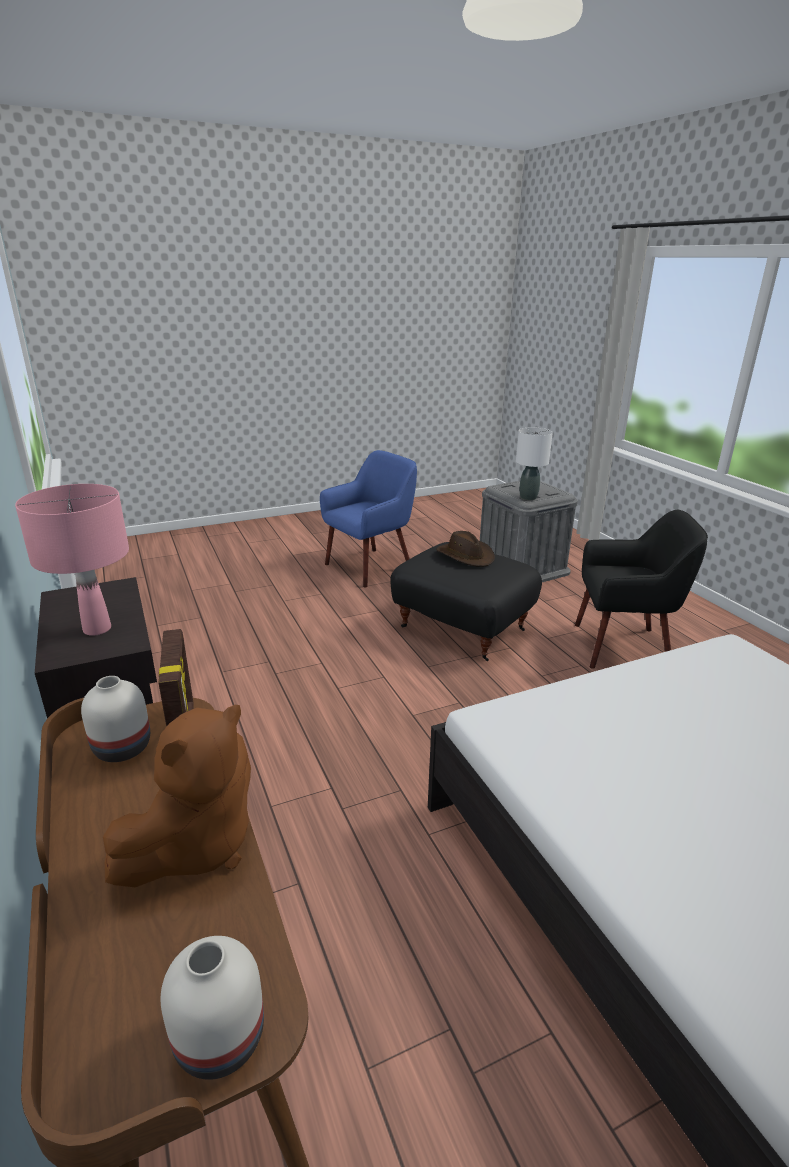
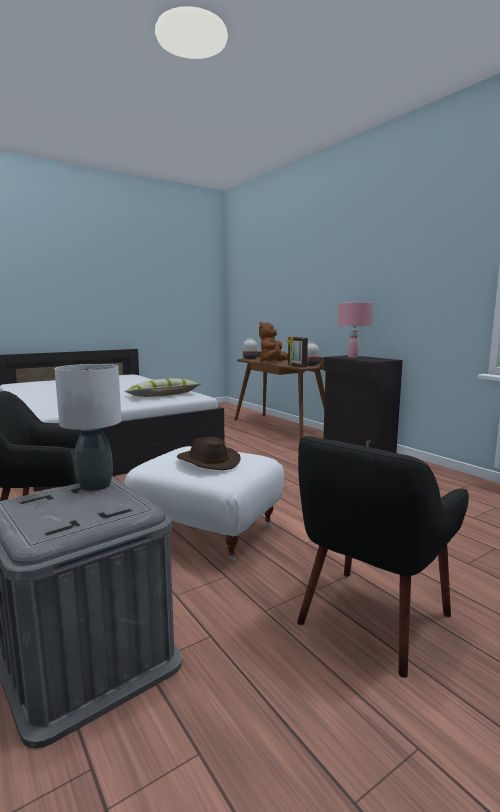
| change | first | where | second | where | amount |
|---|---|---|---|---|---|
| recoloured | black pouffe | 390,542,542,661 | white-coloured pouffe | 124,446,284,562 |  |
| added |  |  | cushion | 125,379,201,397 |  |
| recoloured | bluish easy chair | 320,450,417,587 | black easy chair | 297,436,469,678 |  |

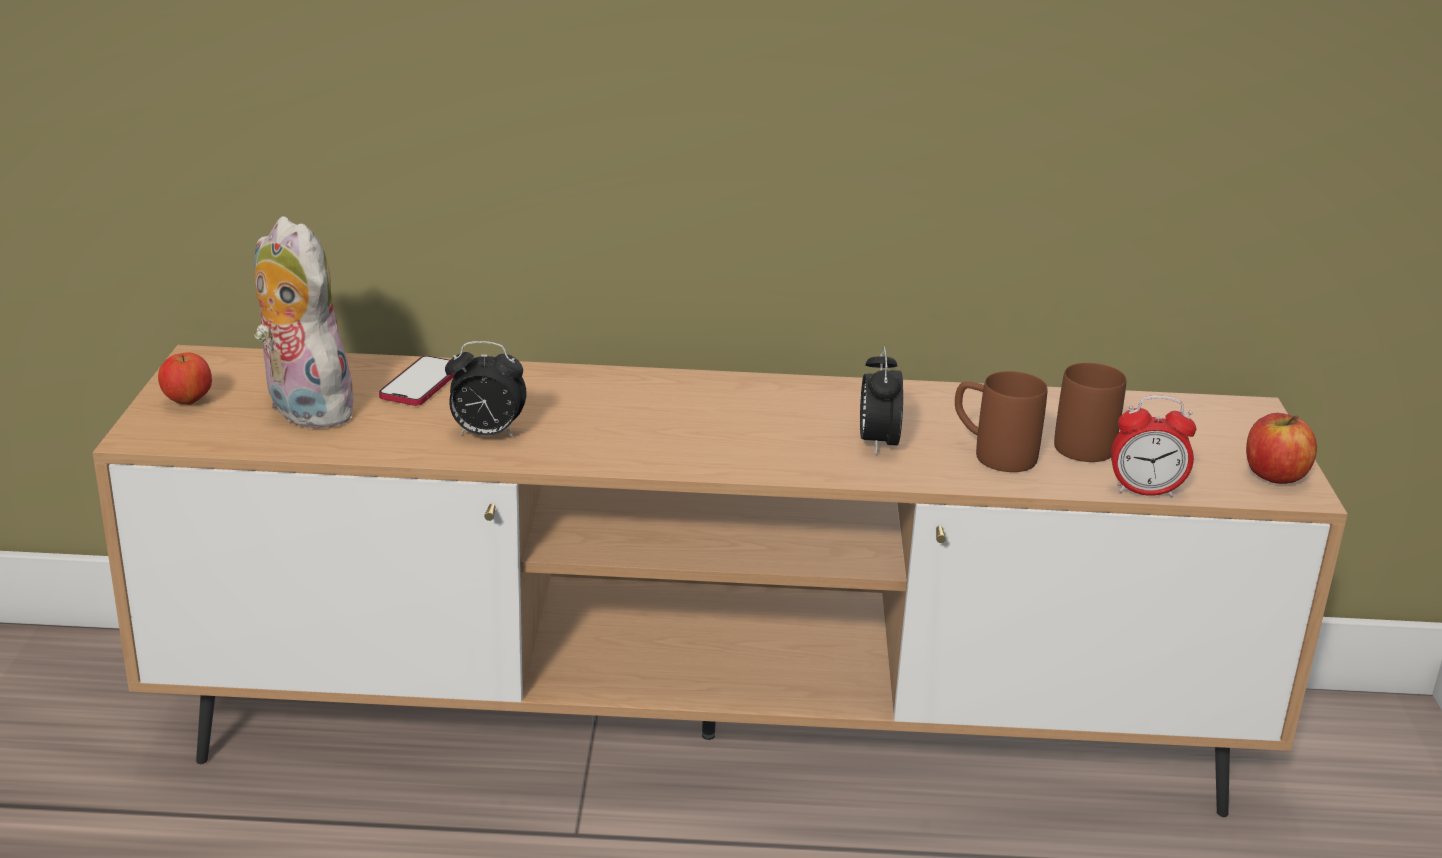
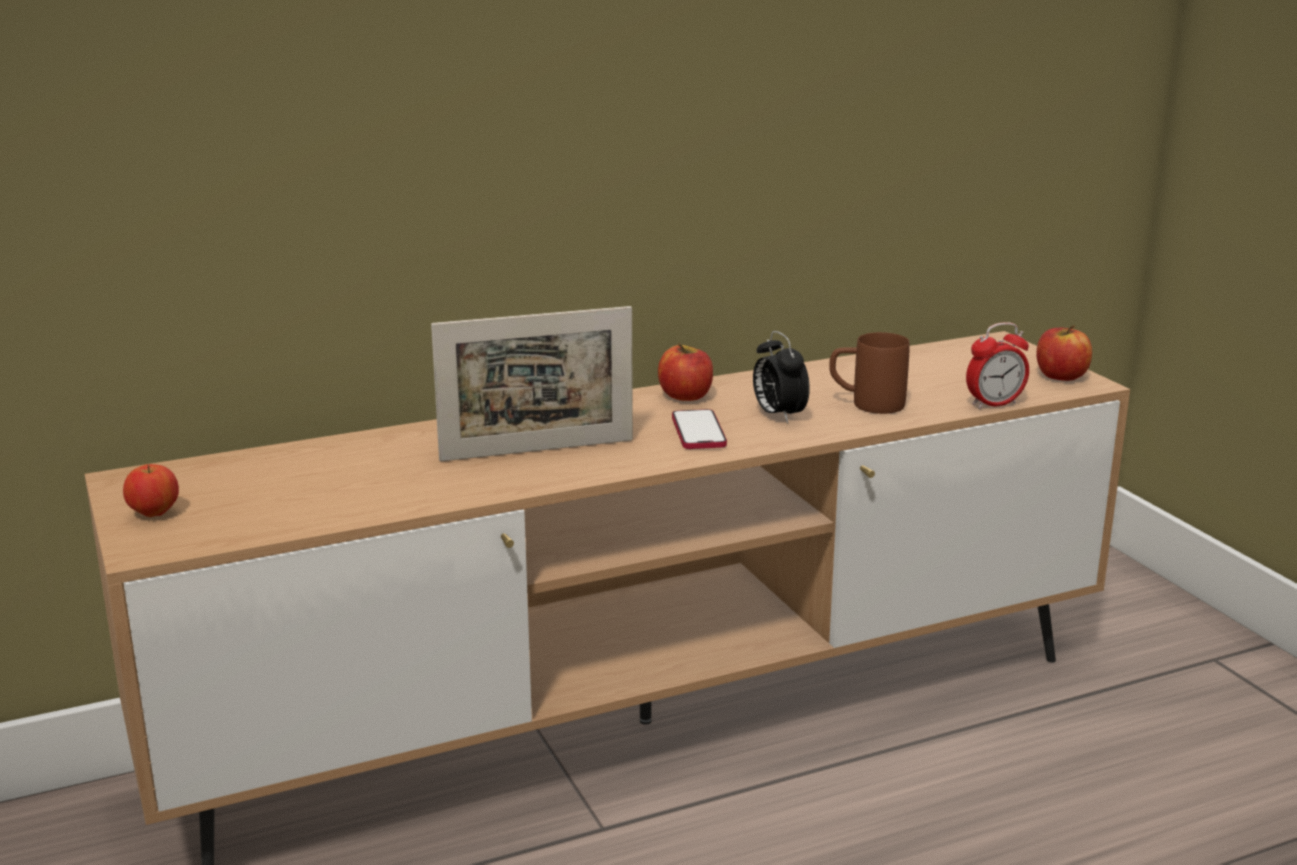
| change | first | where | second | where | amount |
|---|---|---|---|---|---|
| added |  |  | picture frame | 431,306,633,461 |  |
| added |  |  | apple fruit | 658,343,713,401 |  |
| moved | handset | 379,356,455,406 |  | 672,409,727,449 |  |
| removed | plush toy | 254,216,361,429 |  |  |  |
| removed | alarm clock | 445,341,527,437 |  |  |  |
| removed | brown coffee mug | 1054,363,1126,462 |  |  |  |

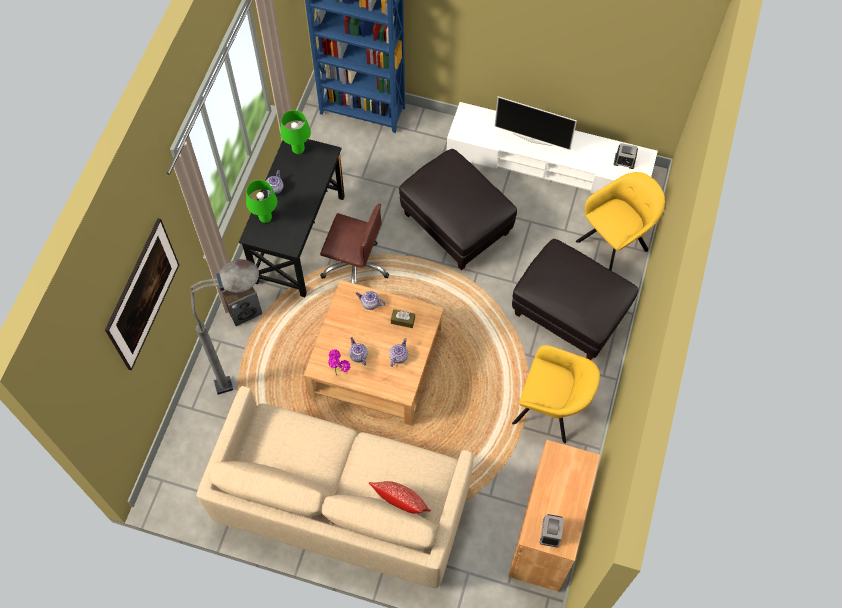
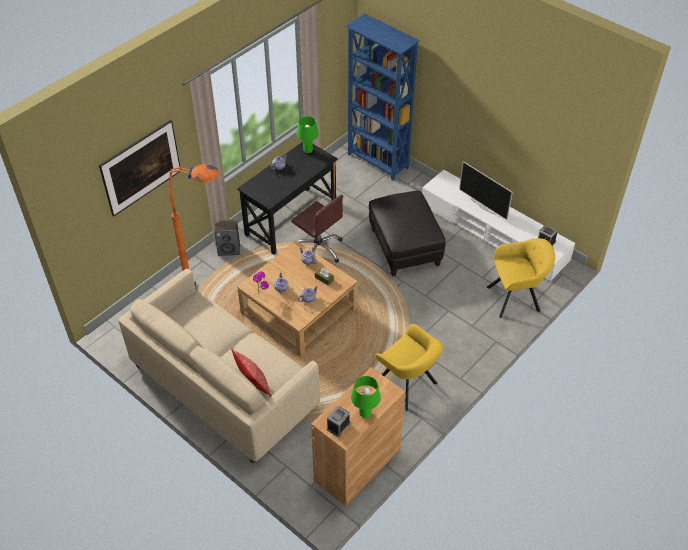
| change | first | where | second | where | amount |
|---|---|---|---|---|---|
| recoloured | grey standard lamp | 191,259,259,395 | orange standard lamp | 170,164,219,285 |  |
| moved | greenish tabletop lamp | 246,180,278,223 |  | 351,376,381,418 |  |
| removed | black pouffe | 512,239,638,360 |  |  |  |

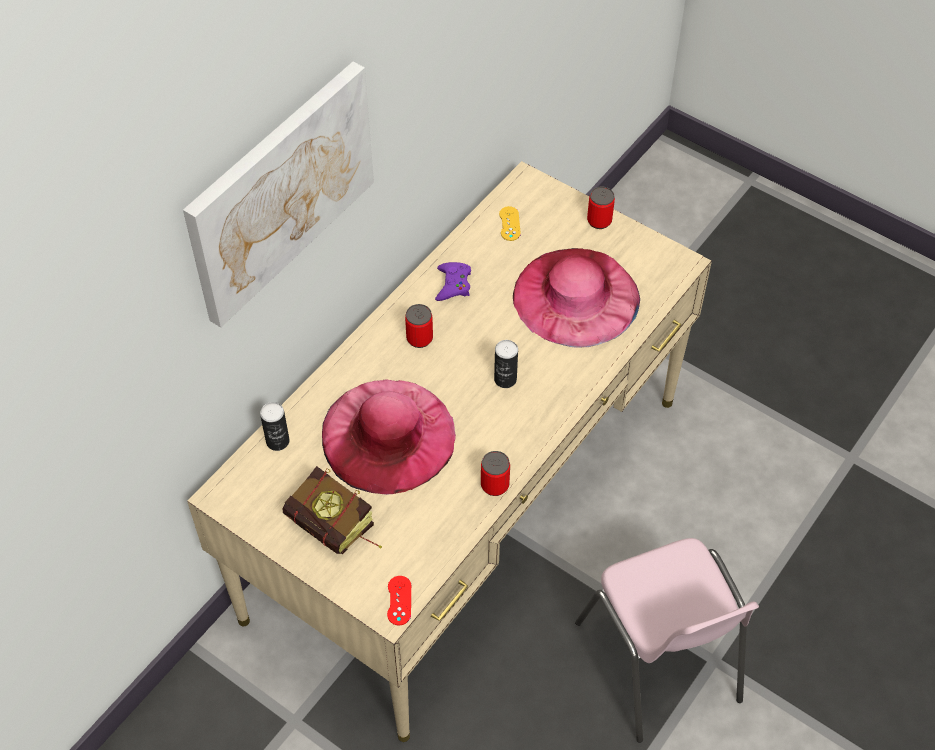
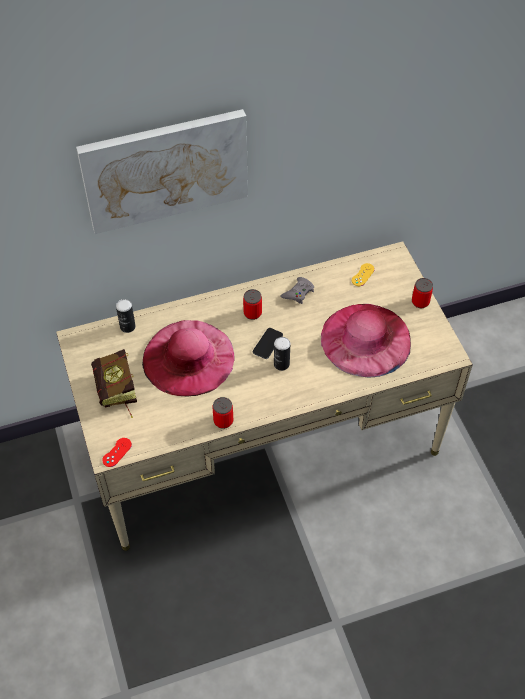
| change | first | where | second | where | amount |
|---|---|---|---|---|---|
| added |  |  | handset | 253,328,283,359 |  |
| recoloured | purplish game controller | 435,262,471,301 | grey game controller | 280,277,314,304 |  |
| removed | pink-coloured upright chair | 575,538,759,743 |  |  |  |

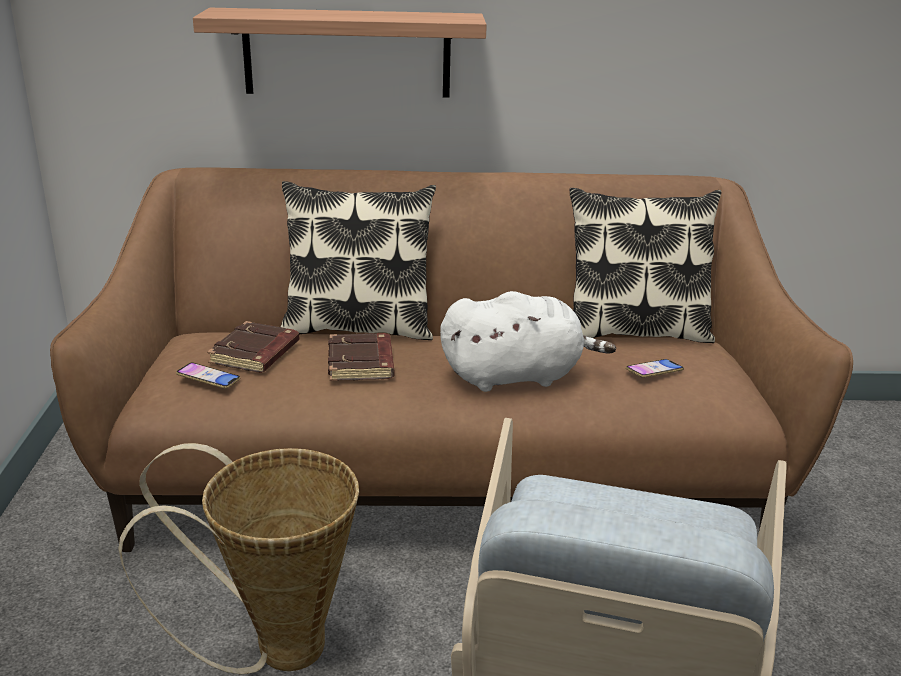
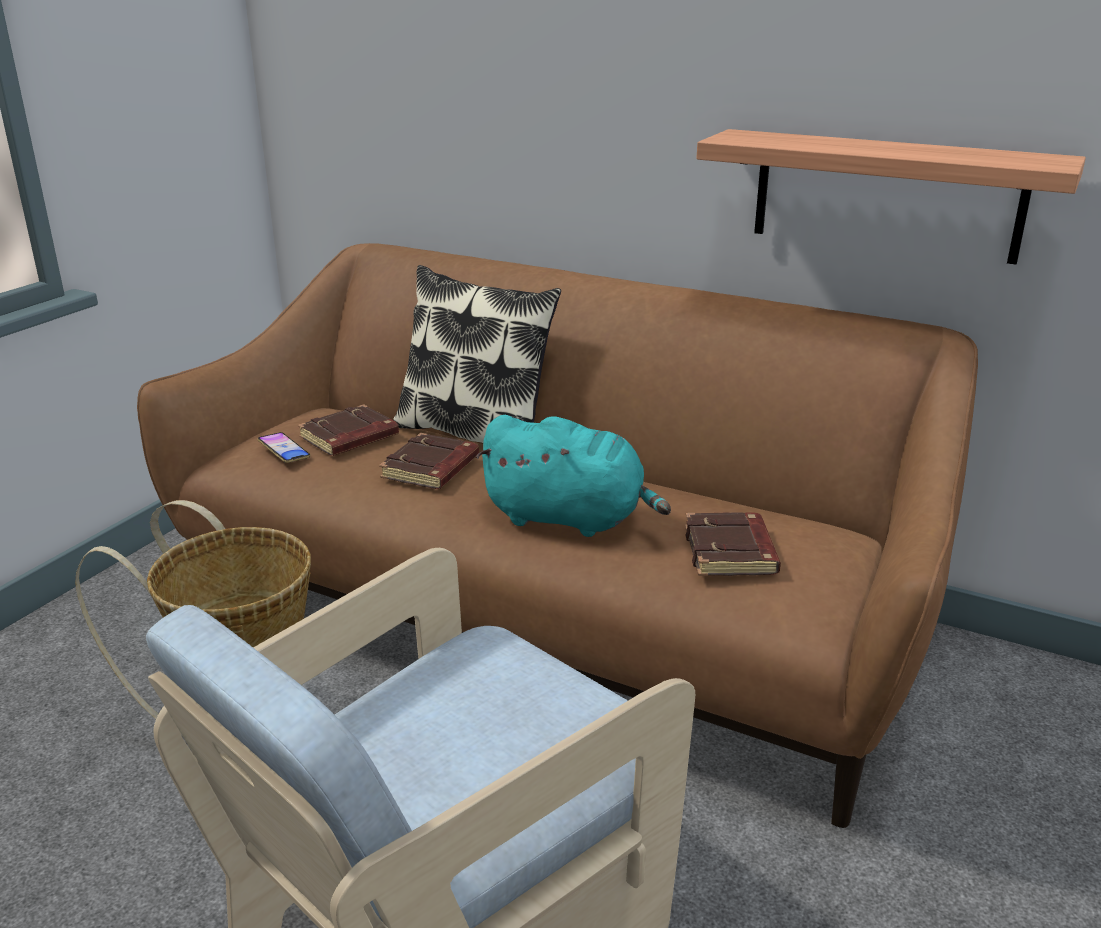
| change | first | where | second | where | amount |
|---|---|---|---|---|---|
| recoloured | white-coloured plush toy | 440,291,616,392 | turquoise plush toy | 476,415,671,537 |  |
| replaced | handset | 626,359,684,378 | brown bound book | 685,512,781,576 |  |
| moved | shelf | 193,8,487,98 |  | 697,129,1086,265 |  |
| removed | cushion | 569,188,721,343 |  |  |  |

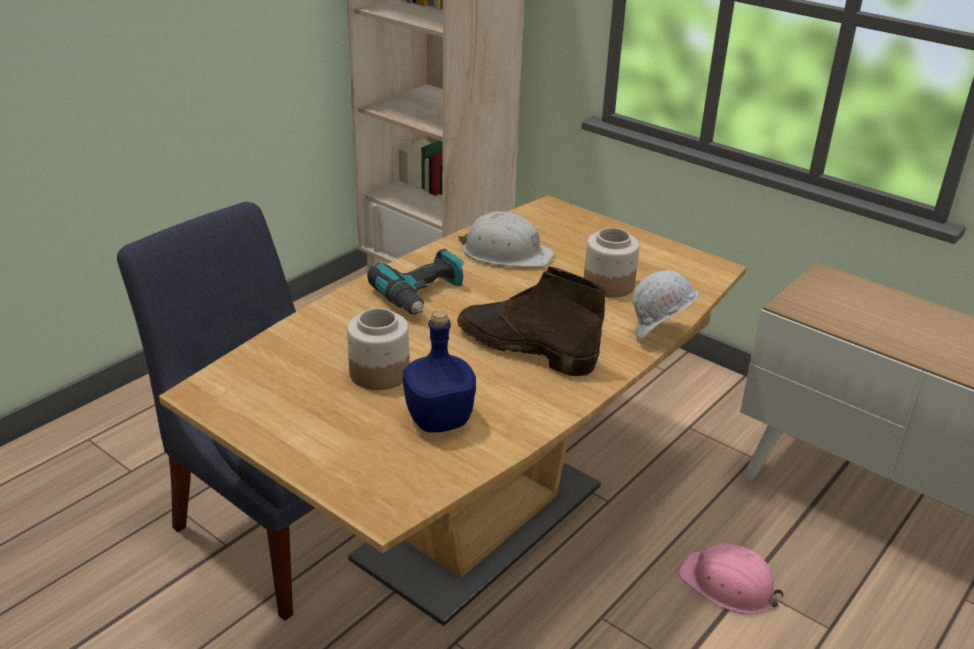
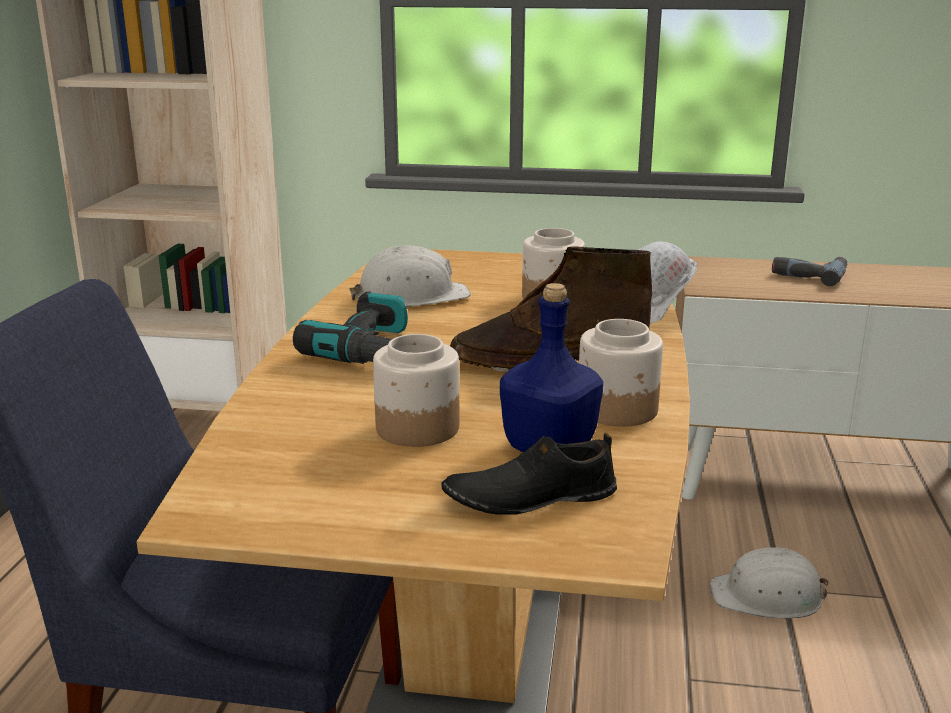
| change | first | where | second | where | amount |
|---|---|---|---|---|---|
| added |  |  | black item of footwear | 441,433,617,515 |  |
| added |  |  | preserve jar | 579,319,663,427 |  |
| recoloured | pink-coloured work helmet | 679,543,784,614 | white-coloured work helmet | 710,547,829,619 |  |
| added |  |  | drill | 772,257,847,286 |  |

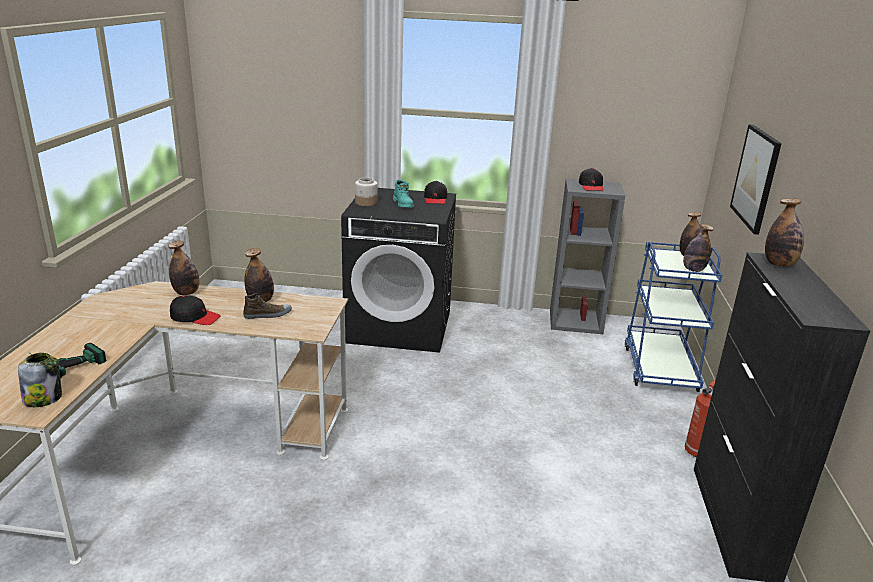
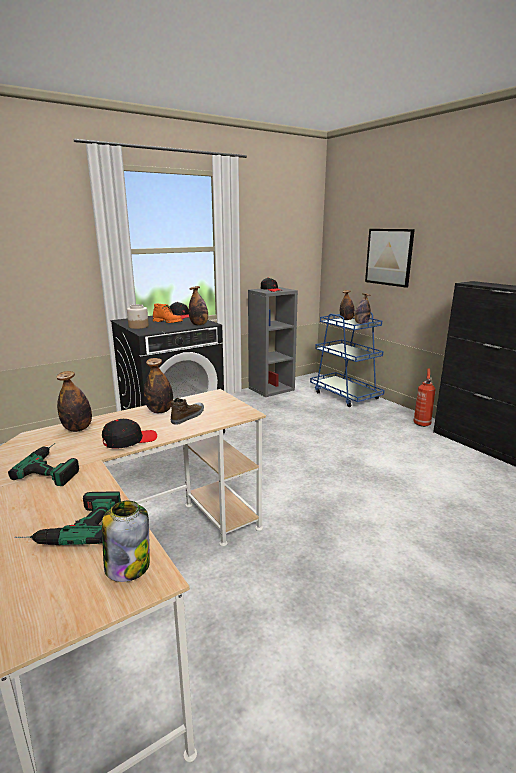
| change | first | where | second | where | amount |
|---|---|---|---|---|---|
| added |  |  | drill | 8,443,79,486 |  |
| recoloured | turquoise boot | 393,180,414,208 | orange boot | 153,304,183,323 |  |
| moved | beverage bottle | 765,198,804,267 |  | 189,286,208,325 |  |

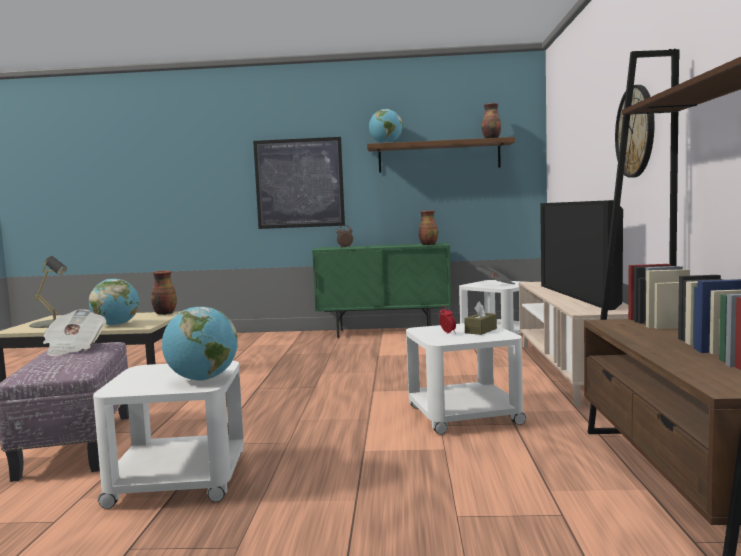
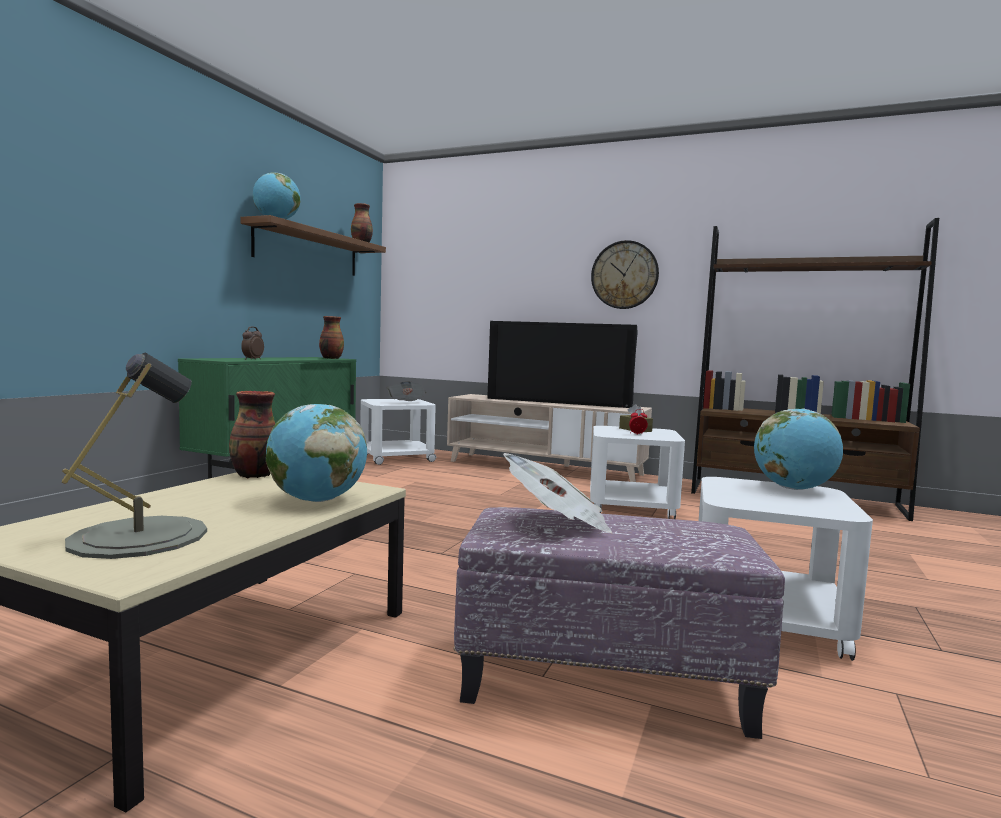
| change | first | where | second | where | amount |
|---|---|---|---|---|---|
| removed | wall art | 253,137,345,229 |  |  |  |

